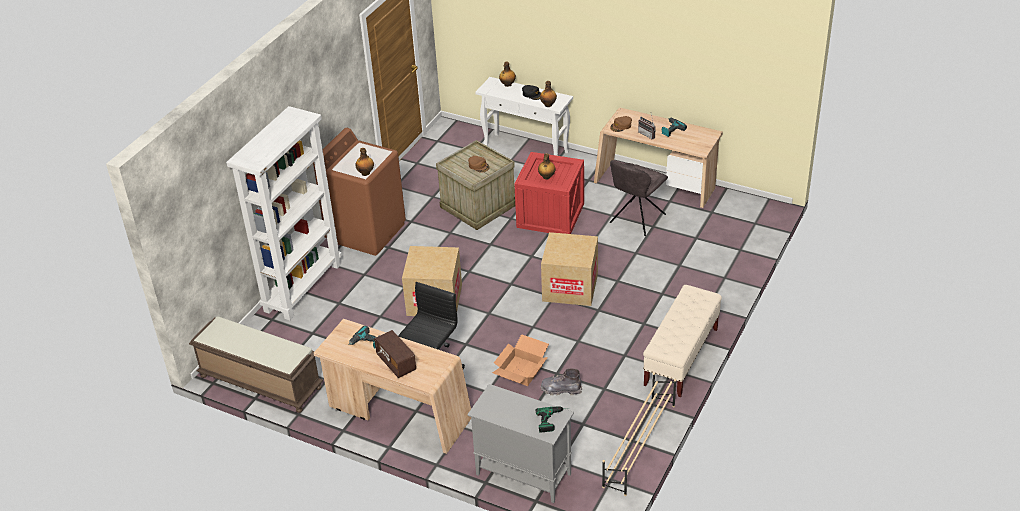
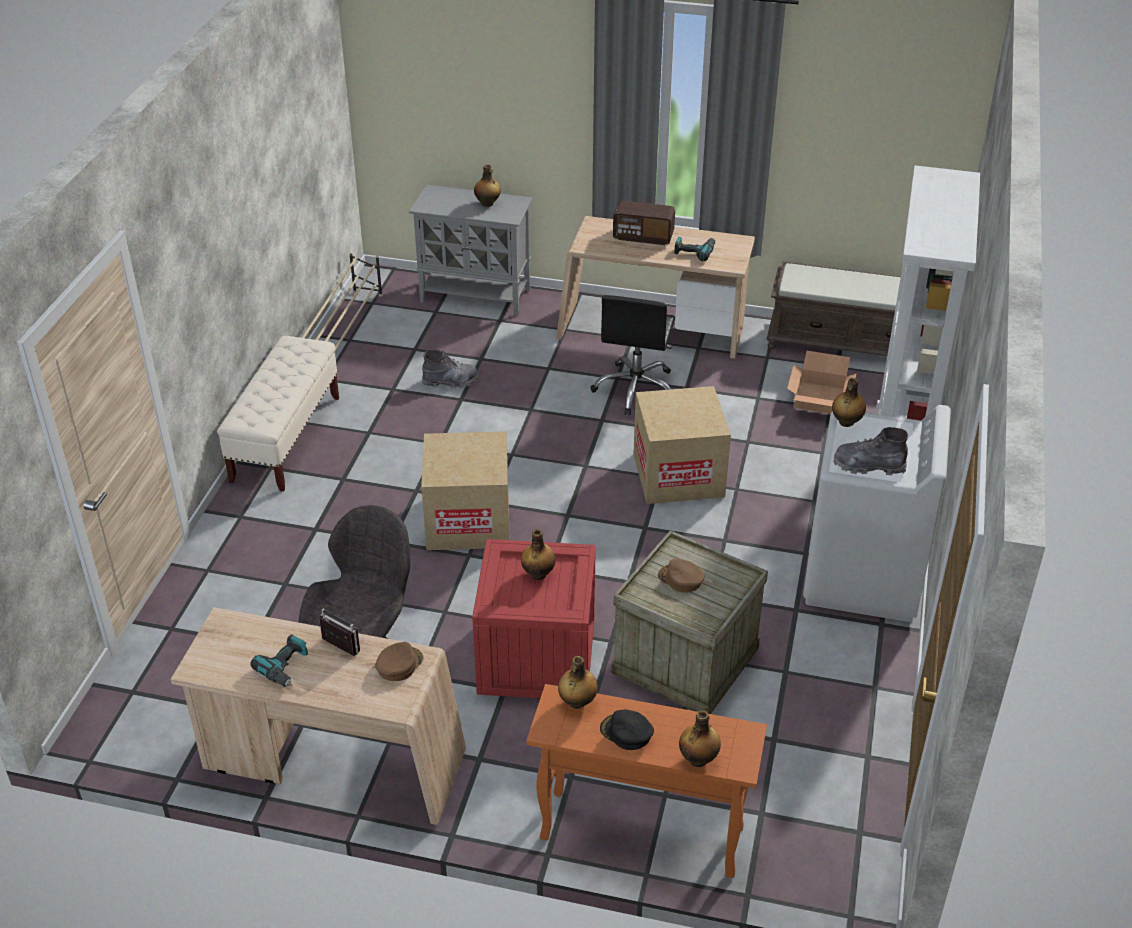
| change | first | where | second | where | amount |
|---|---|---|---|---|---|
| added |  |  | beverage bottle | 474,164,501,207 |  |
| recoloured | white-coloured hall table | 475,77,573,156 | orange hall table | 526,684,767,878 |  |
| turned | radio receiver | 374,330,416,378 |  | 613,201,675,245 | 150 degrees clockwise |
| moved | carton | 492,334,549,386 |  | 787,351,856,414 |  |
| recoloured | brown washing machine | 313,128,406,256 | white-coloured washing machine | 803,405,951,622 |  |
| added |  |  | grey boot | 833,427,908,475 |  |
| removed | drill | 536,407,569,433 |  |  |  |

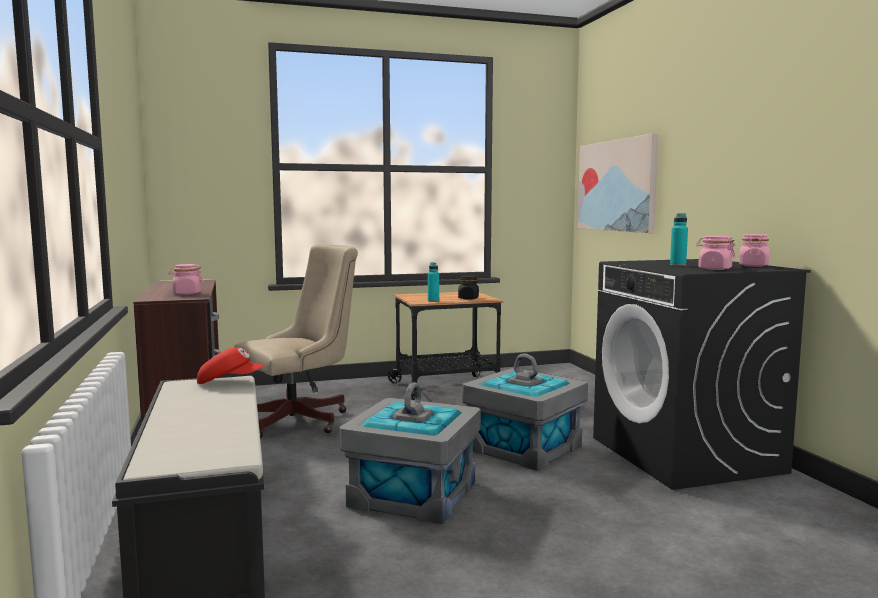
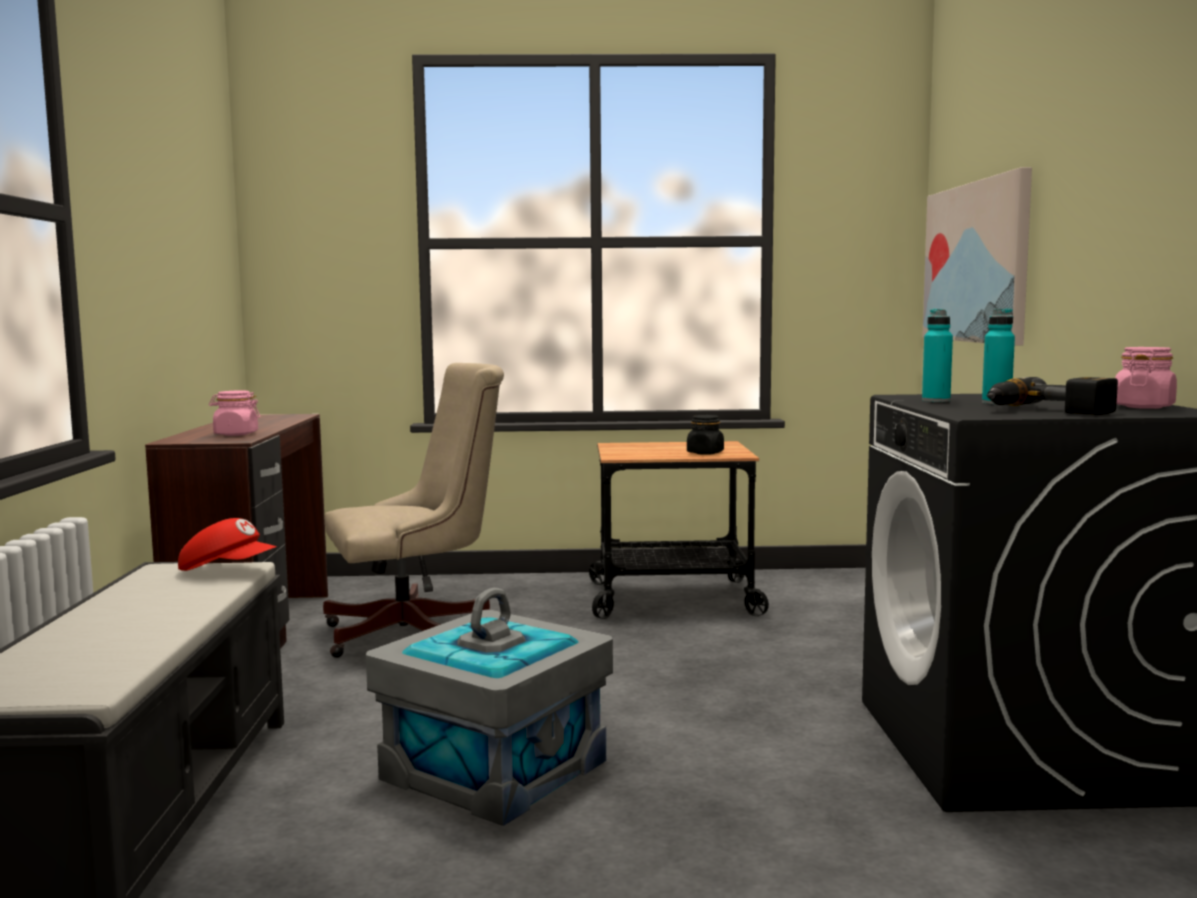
| change | first | where | second | where | amount |
|---|---|---|---|---|---|
| moved | turquoise beverage bottle | 428,262,439,302 |  | 922,309,953,402 |  |
| replaced | pink-coloured preserve jar | 696,236,736,270 | drill | 987,377,1118,415 |  |
| removed | grey storage container | 463,354,588,471 |  |  |  |

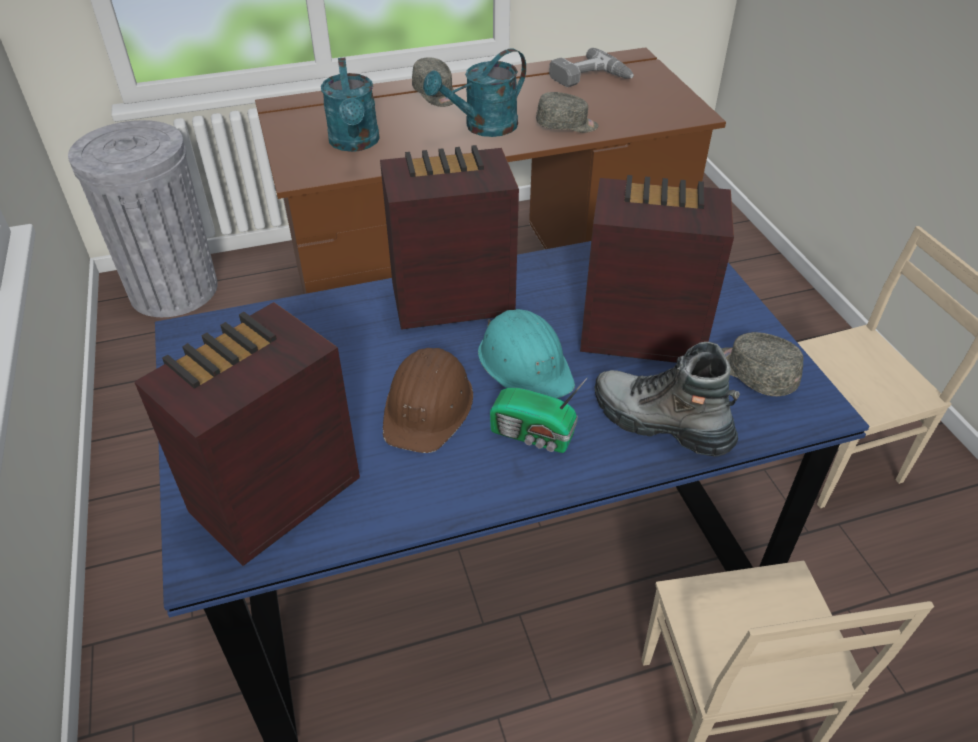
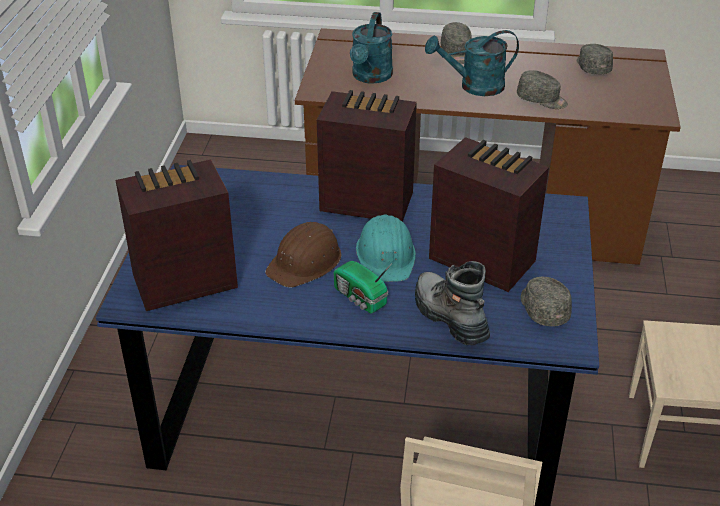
| change | first | where | second | where | amount |
|---|---|---|---|---|---|
| replaced | drill | 549,48,634,87 | grey baseball cap | 577,44,613,74 |  |
| removed | grey trash can | 68,120,218,317 |  |  |  |

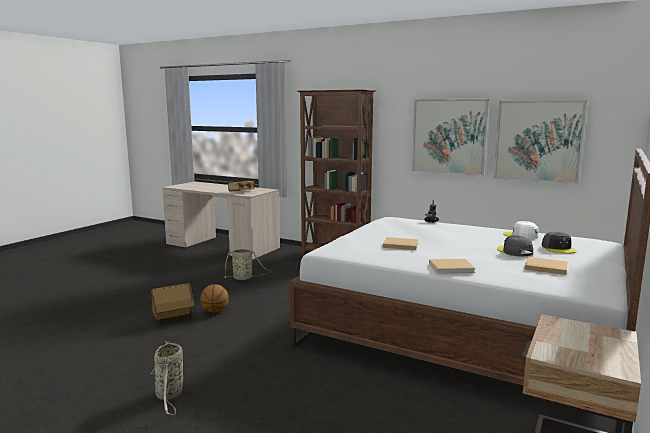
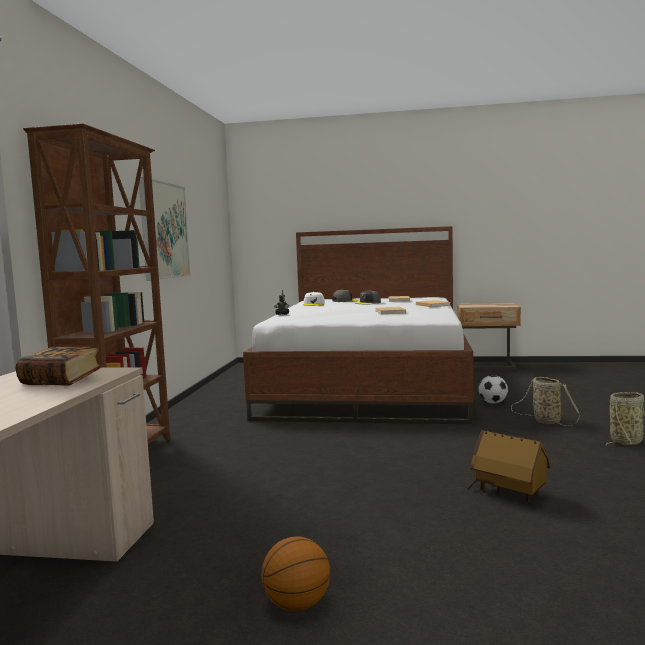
| change | first | where | second | where | amount |
|---|---|---|---|---|---|
| moved | basketball | 200,284,229,313 |  | 261,536,330,611 |  |
| added |  |  | football | 479,375,508,404 |  |
| moved | household basket | 222,249,272,280 |  | 511,377,580,426 |  |
| removed | wall art | 494,100,588,184 |  |  |  |

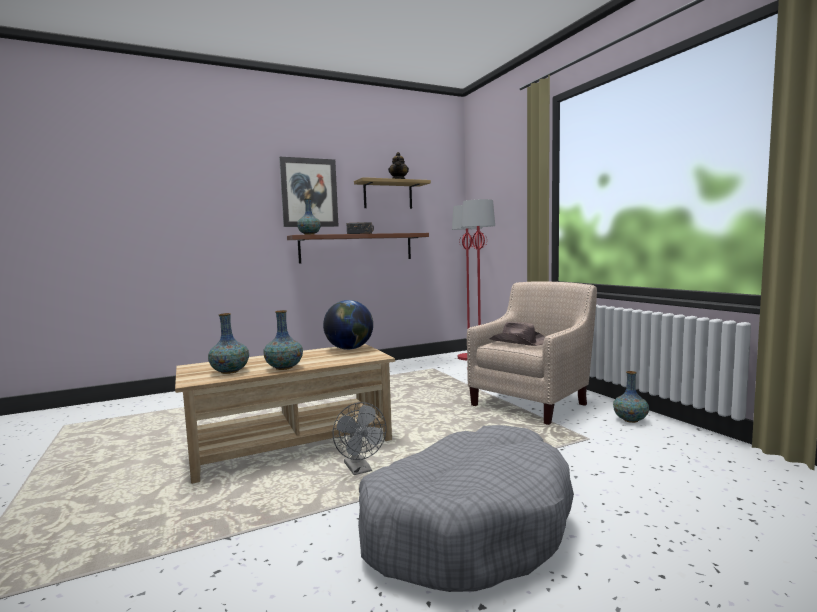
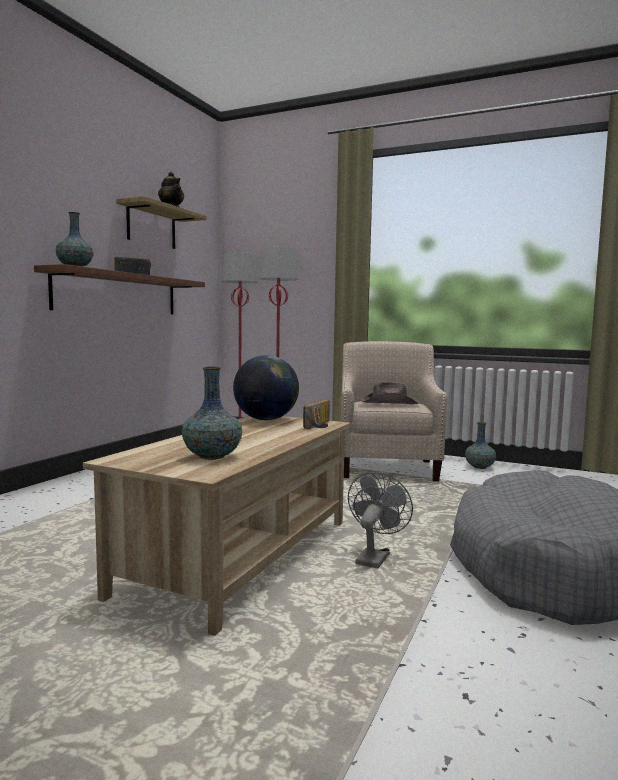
| change | first | where | second | where | amount |
|---|---|---|---|---|---|
| added |  |  | radio receiver | 303,400,330,429 |  |
| turned | grey cooling fan | 333,402,386,475 |  | 348,472,413,569 | 90 degrees counterclockwise |
| removed | decorative vase | 264,310,303,370 |  |  |  |
| removed | wall art | 279,157,339,227 |  |  |  |

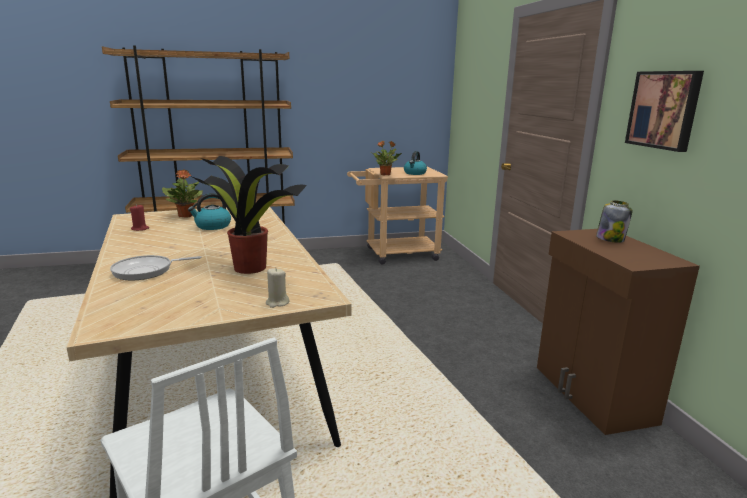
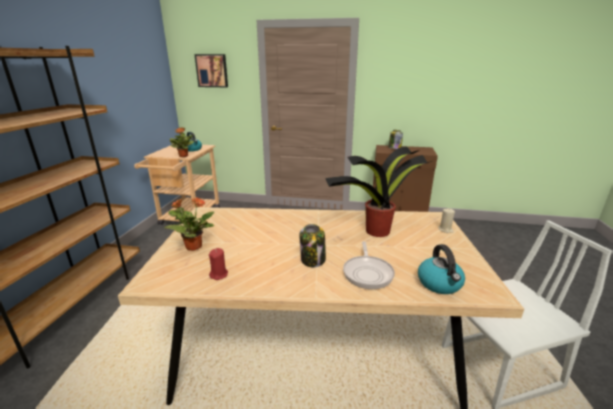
| change | first | where | second | where | amount |
|---|---|---|---|---|---|
| moved | wall art | 625,71,704,152 |  | 194,54,228,87 |  |
| added |  |  | preserve jar | 300,224,326,267 |  |
| moved | kettle | 188,193,231,230 |  | 418,244,465,294 |  |

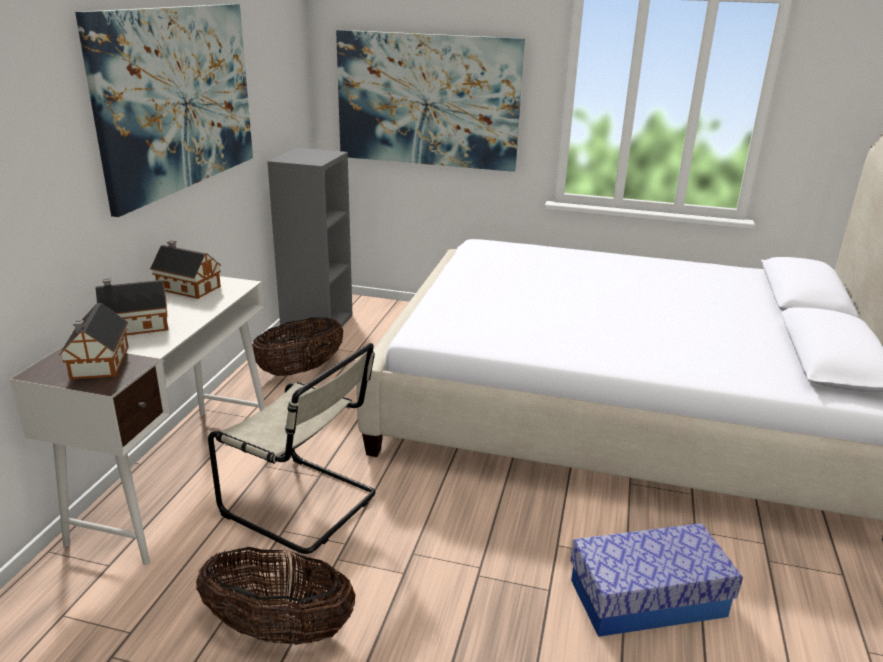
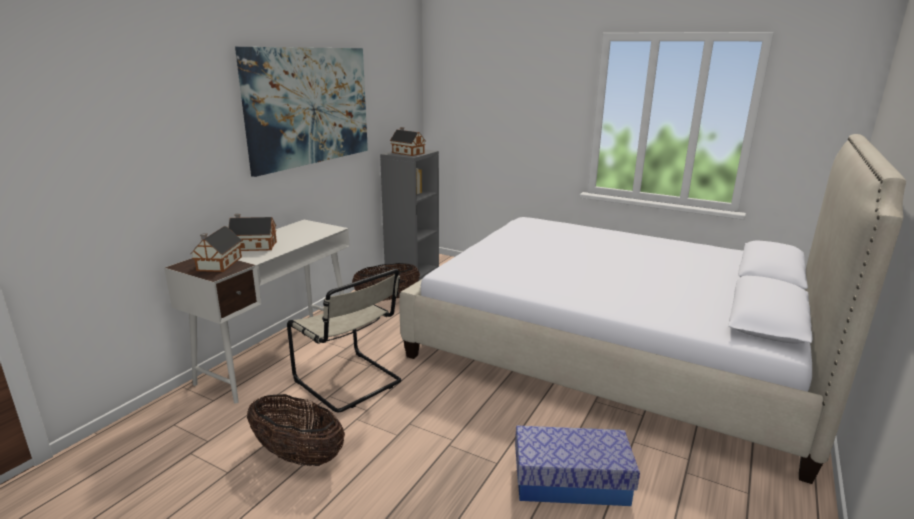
| change | first | where | second | where | amount |
|---|---|---|---|---|---|
| moved | model house | 150,240,221,299 |  | 390,127,426,156 |  |
| removed | wall art | 336,30,525,172 |  |  |  |

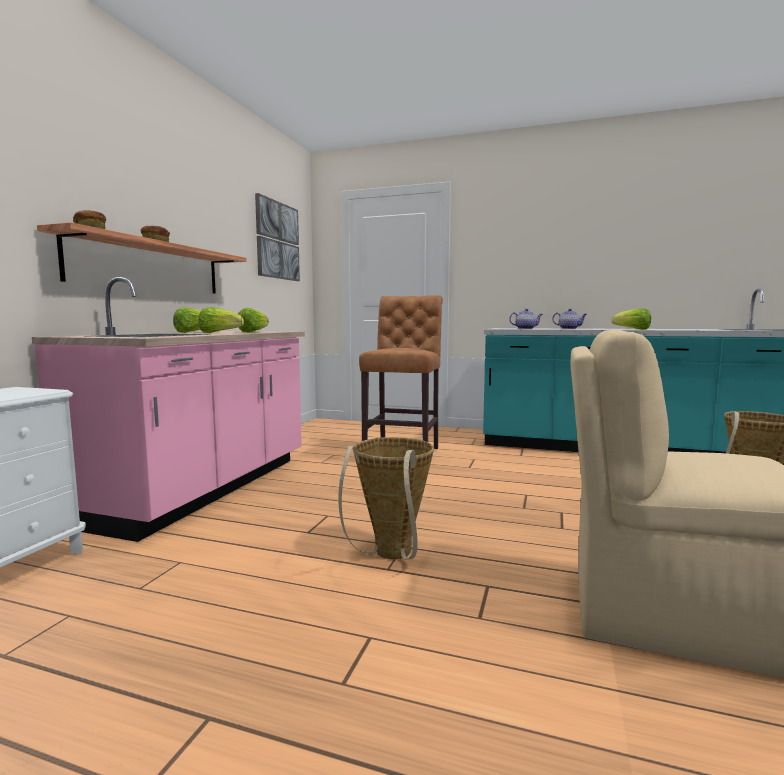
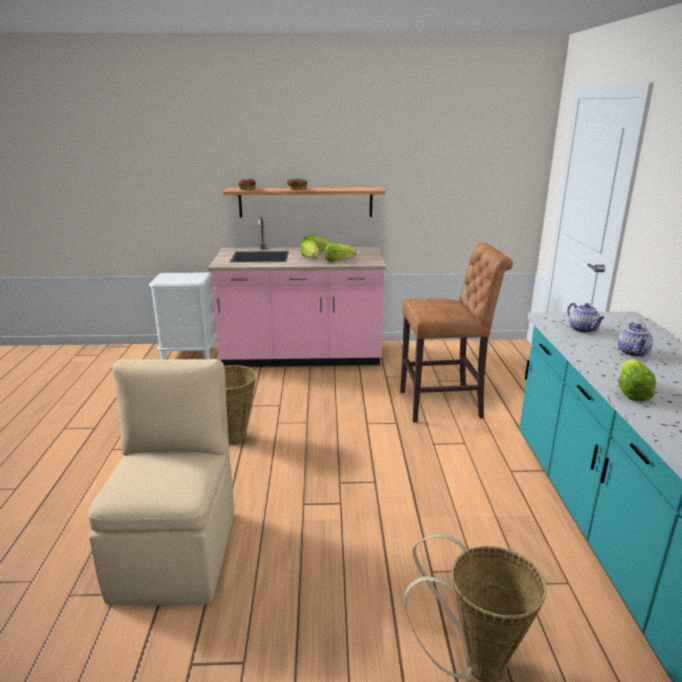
| change | first | where | second | where | amount |
|---|---|---|---|---|---|
| removed | wall art | 255,193,300,281 |  |  |  |

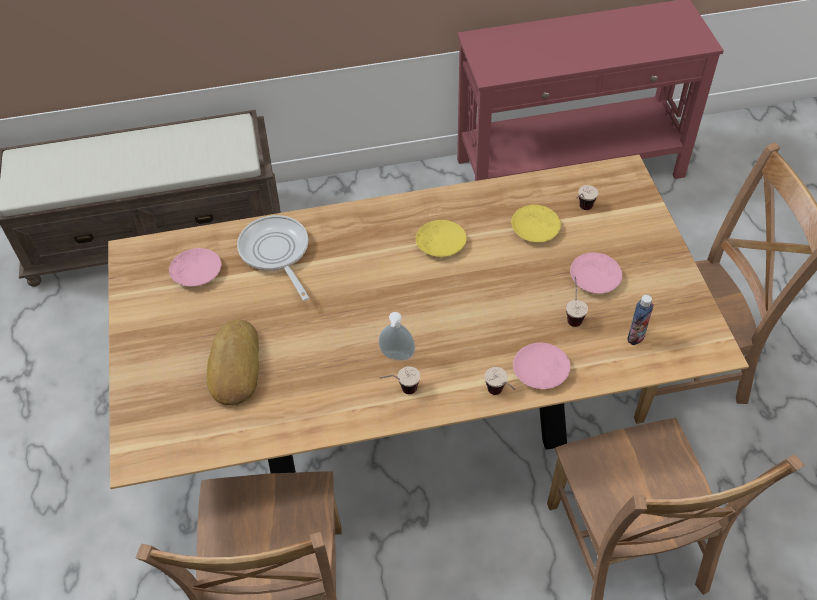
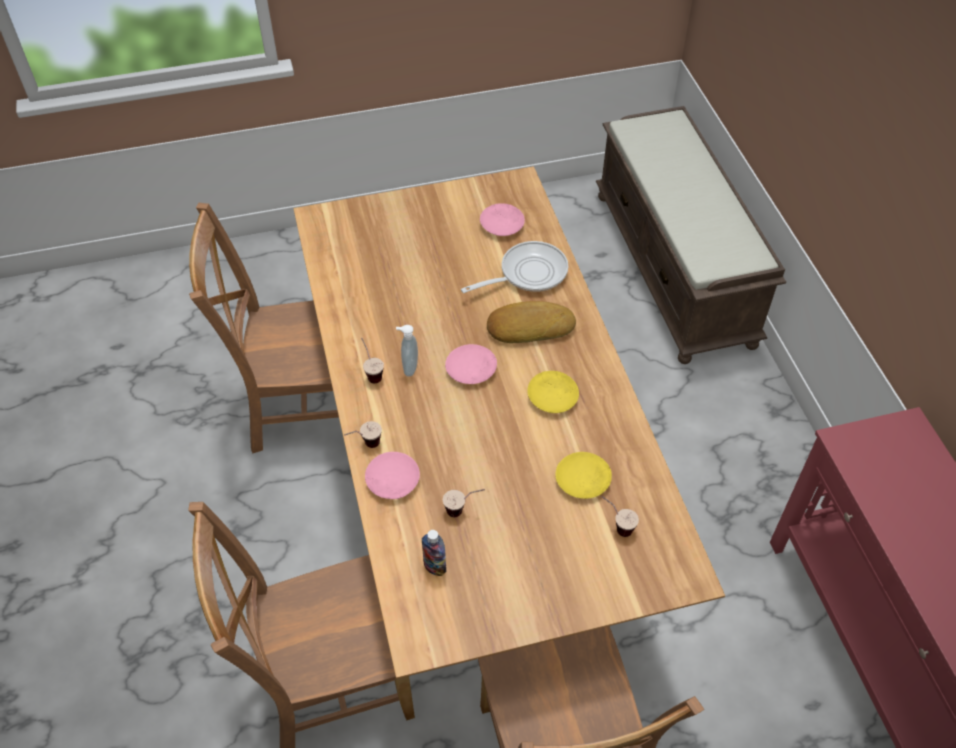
| change | first | where | second | where | amount |
|---|---|---|---|---|---|
| moved | pink-coloured dinner plate | 570,252,622,294 |  | 445,344,497,384 |  |
| moved | bread | 206,320,259,405 |  | 487,301,576,343 |  |

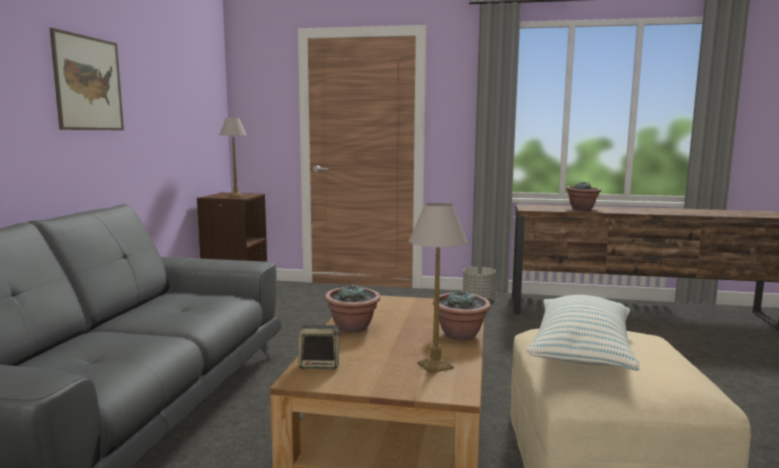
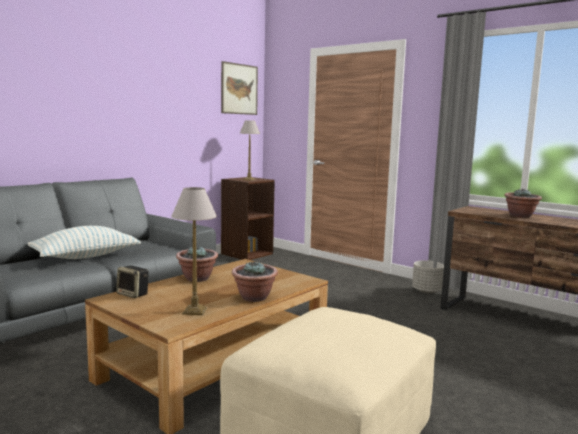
| change | first | where | second | where | amount |
|---|---|---|---|---|---|
| moved | cushion | 527,295,640,371 |  | 27,226,141,259 |  |
| moved | wall art | 50,28,124,130 |  | 221,61,258,115 |  |

